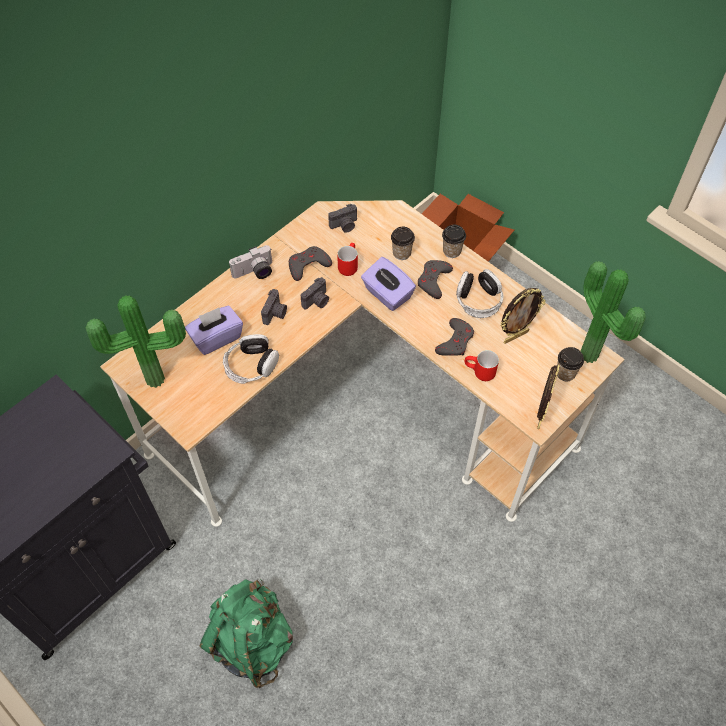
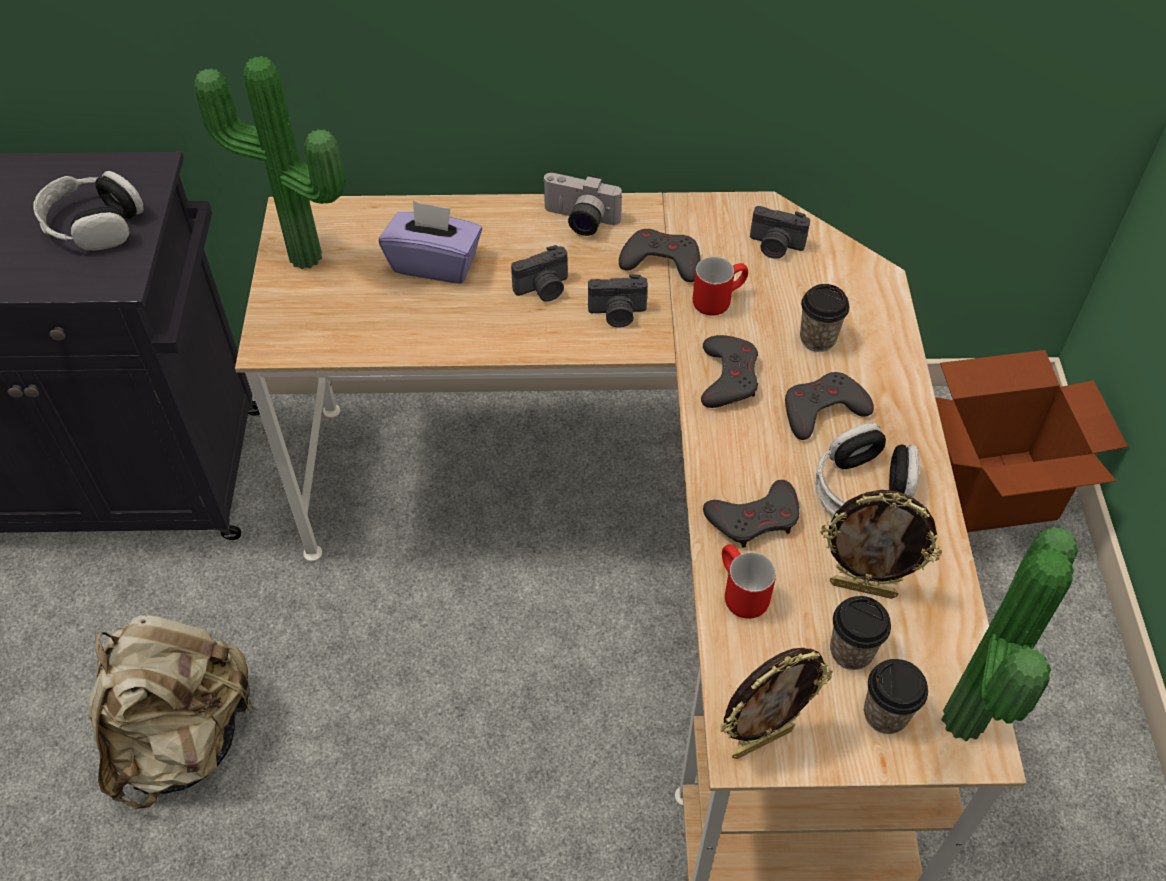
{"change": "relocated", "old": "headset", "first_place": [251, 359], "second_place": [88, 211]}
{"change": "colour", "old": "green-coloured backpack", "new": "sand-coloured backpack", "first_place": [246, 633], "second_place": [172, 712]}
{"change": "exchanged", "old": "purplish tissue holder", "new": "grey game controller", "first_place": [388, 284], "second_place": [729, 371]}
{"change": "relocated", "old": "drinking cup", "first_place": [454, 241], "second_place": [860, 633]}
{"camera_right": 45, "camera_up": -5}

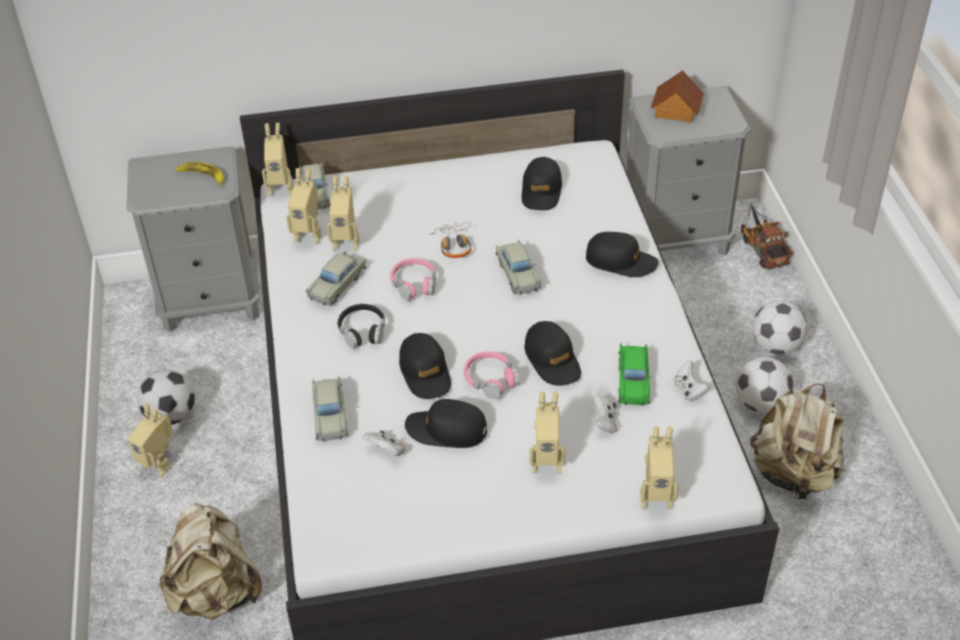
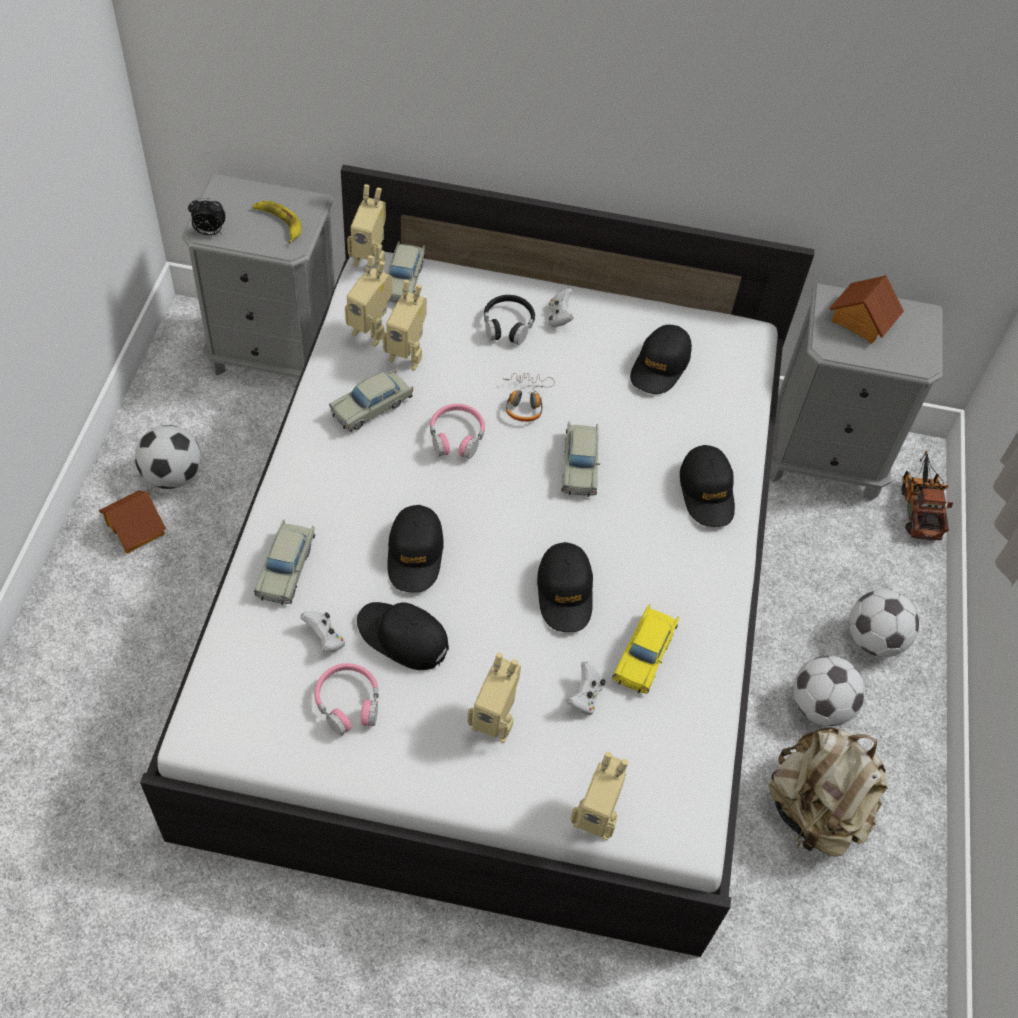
{"change": "exchanged", "old": "robot figure", "new": "model house", "first_place": [150, 440], "second_place": [132, 522]}
{"change": "appeared", "new": "bedside clock", "second_place": [207, 216]}
{"change": "relocated", "old": "pink-coloured headset", "first_place": [492, 375], "second_place": [346, 699]}
{"change": "relocated", "old": "black-coloured headset", "first_place": [361, 326], "second_place": [509, 320]}
{"change": "relocated", "old": "white game controller", "first_place": [692, 381], "second_place": [560, 307]}
{"change": "colour", "old": "green-coloured model car", "new": "yellow-coloured model car", "first_place": [634, 374], "second_place": [645, 649]}
{"change": "spun", "old": "black-coloured baseball cap", "first_place": [622, 254], "second_place": [707, 486], "degrees": 45}
{"change": "missing", "old": "sand-coloured backpack", "first_place": [211, 561]}
{"camera_right": 15, "camera_up": 10}

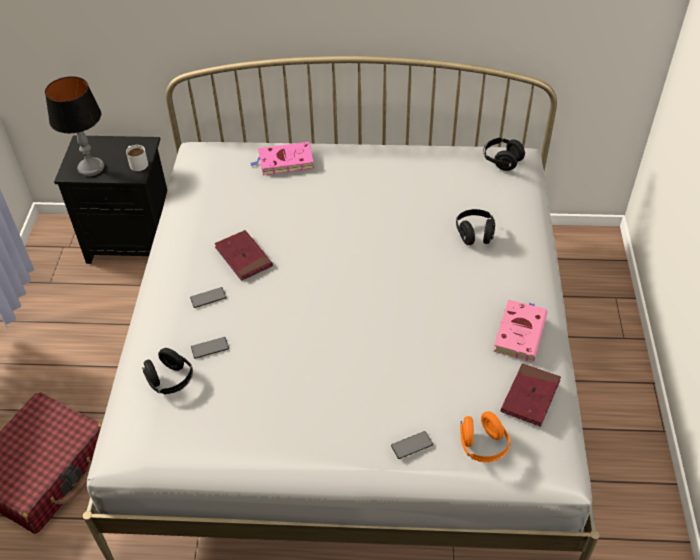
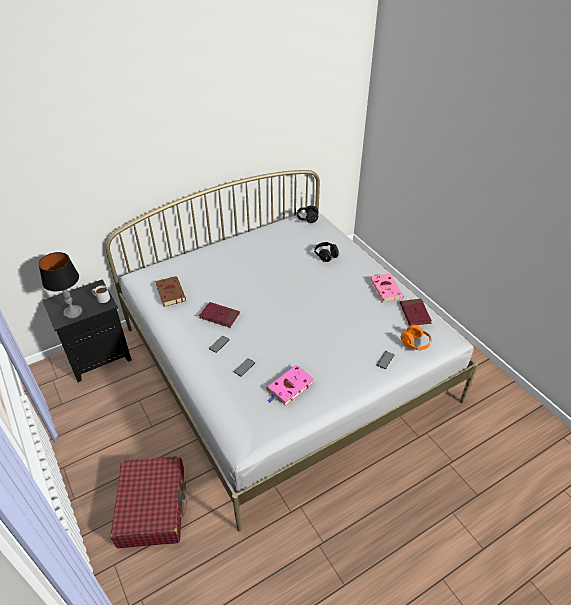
{"change": "appeared", "new": "brown volume", "second_place": [170, 291]}
{"change": "relocated", "old": "pink-coloured volume", "first_place": [282, 158], "second_place": [290, 385]}
{"change": "missing", "old": "black-coloured headset", "first_place": [167, 371]}
{"camera_right": -35, "camera_up": -5}

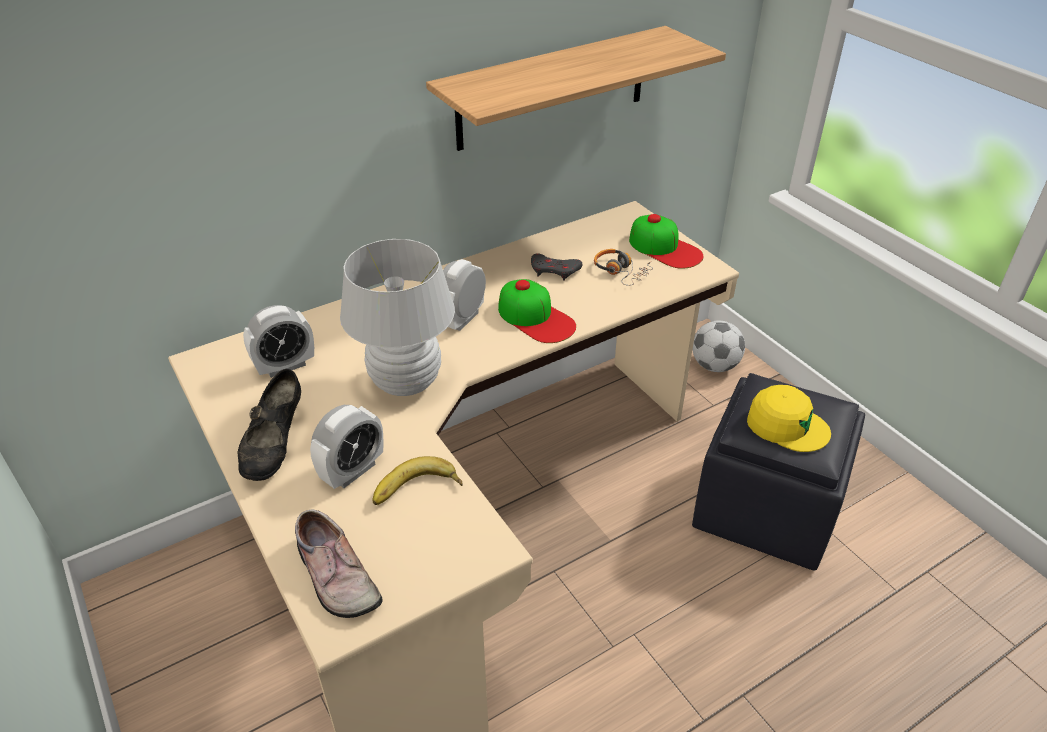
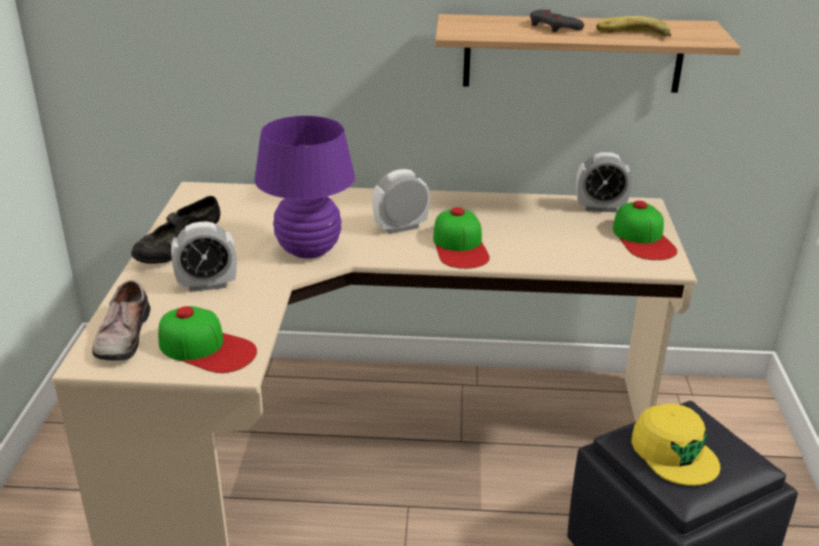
{"change": "appeared", "new": "baseball cap", "second_place": [207, 339]}
{"change": "colour", "old": "white lamp for a table", "new": "purplish lamp for a table", "first_place": [397, 317], "second_place": [304, 187]}
{"change": "relocated", "old": "grey game controller", "first_place": [556, 267], "second_place": [557, 20]}
{"change": "relocated", "old": "bedside clock", "first_place": [278, 341], "second_place": [604, 182]}
{"change": "relocated", "old": "banana", "first_place": [417, 480], "second_place": [633, 26]}
{"change": "missing", "old": "headset", "first_place": [623, 267]}
{"change": "missing", "old": "ball for football", "first_place": [718, 346]}
{"camera_right": 35, "camera_up": -10}

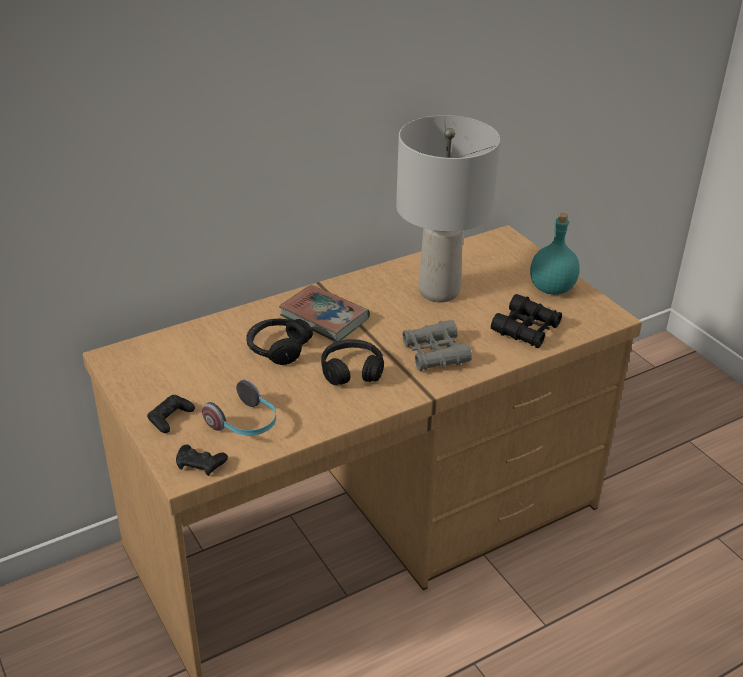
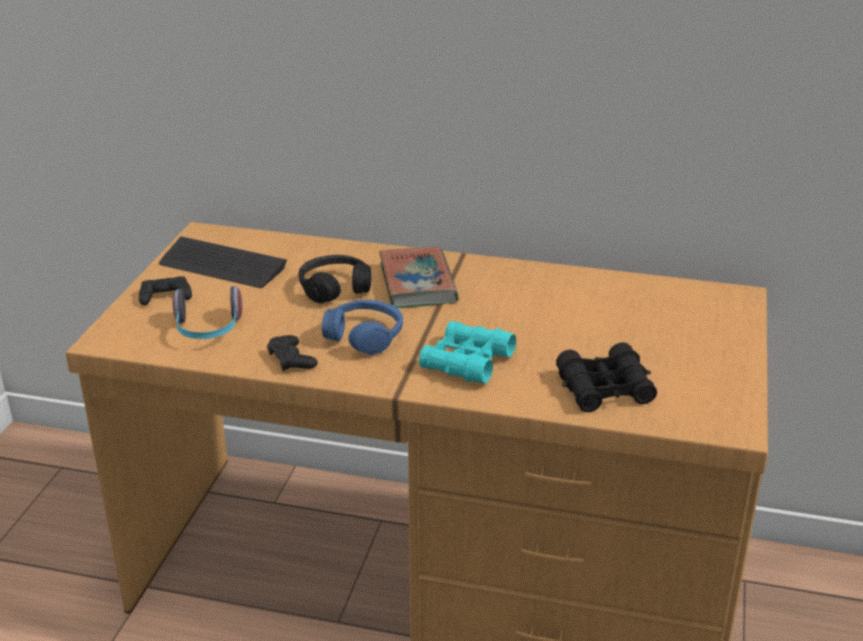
{"change": "appeared", "new": "PC keyboard", "second_place": [223, 262]}
{"change": "relocated", "old": "black-coloured game controller", "first_place": [202, 460], "second_place": [292, 353]}
{"change": "colour", "old": "black-coloured headset", "new": "blue-coloured headset", "first_place": [352, 362], "second_place": [362, 327]}
{"change": "colour", "old": "grey pair of binoculars", "new": "turquoise pair of binoculars", "first_place": [437, 345], "second_place": [467, 352]}
{"change": "missing", "old": "grey lamp for a table", "first_place": [448, 208]}
{"change": "missing", "old": "turquoise drink bottle", "first_place": [555, 254]}
{"camera_right": 45, "camera_up": -5}

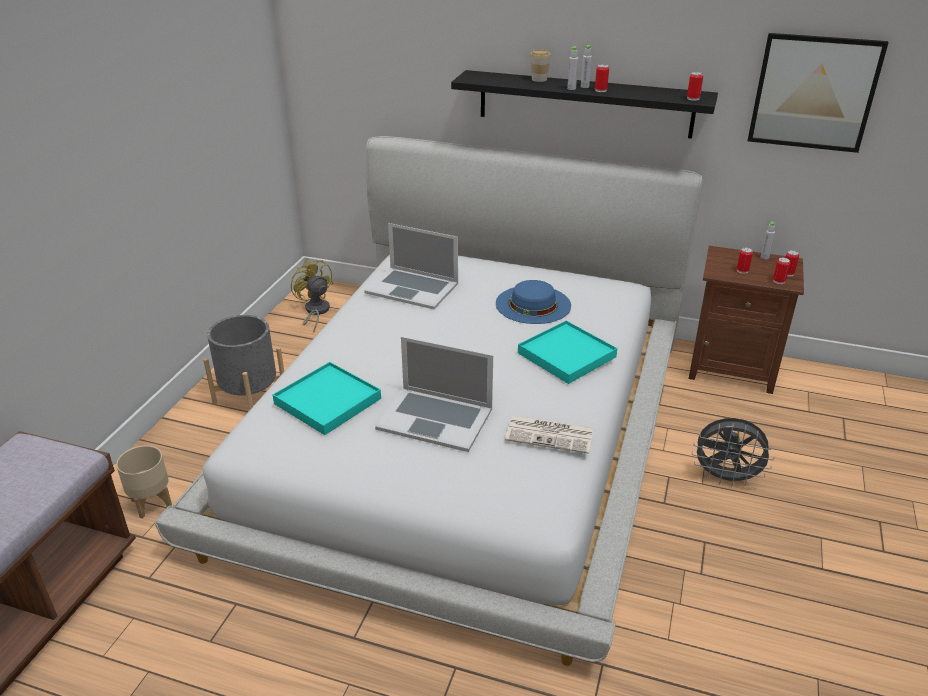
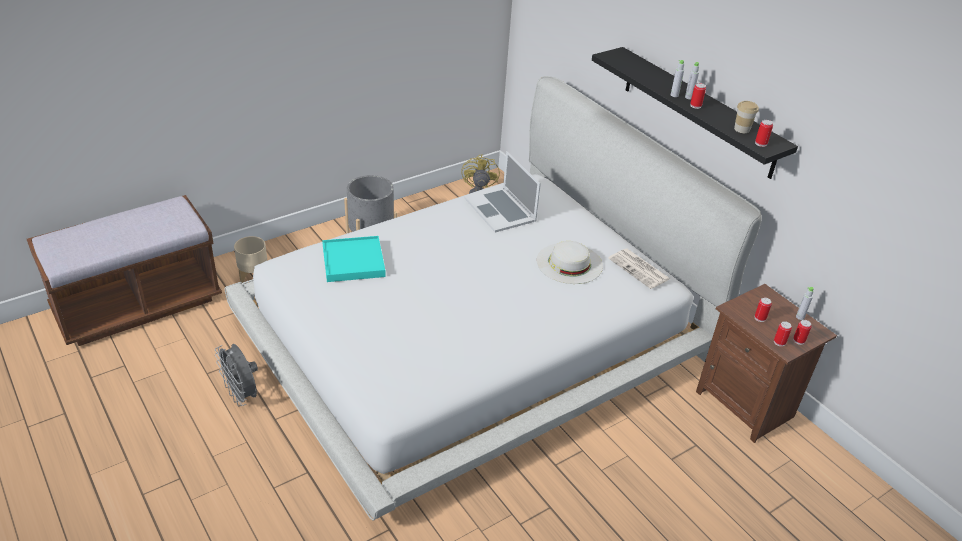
{"change": "relocated", "old": "grey electric fan", "first_place": [733, 452], "second_place": [236, 375]}
{"change": "colour", "old": "blue-coloured wearable hat", "new": "white wearable hat", "first_place": [533, 302], "second_place": [570, 262]}
{"change": "relocated", "old": "newspaper", "first_place": [549, 434], "second_place": [639, 269]}
{"change": "relocated", "old": "drinking cup", "first_place": [540, 65], "second_place": [746, 117]}
{"change": "missing", "old": "laptop", "first_place": [434, 394]}
{"change": "missing", "old": "turquoise serving tray", "first_place": [567, 352]}
{"change": "missing", "old": "wall picture", "first_place": [818, 93]}
{"camera_right": 35, "camera_up": 5}

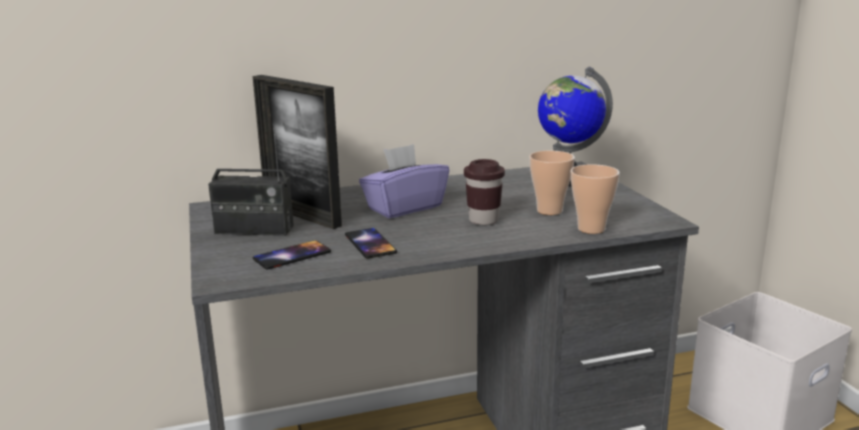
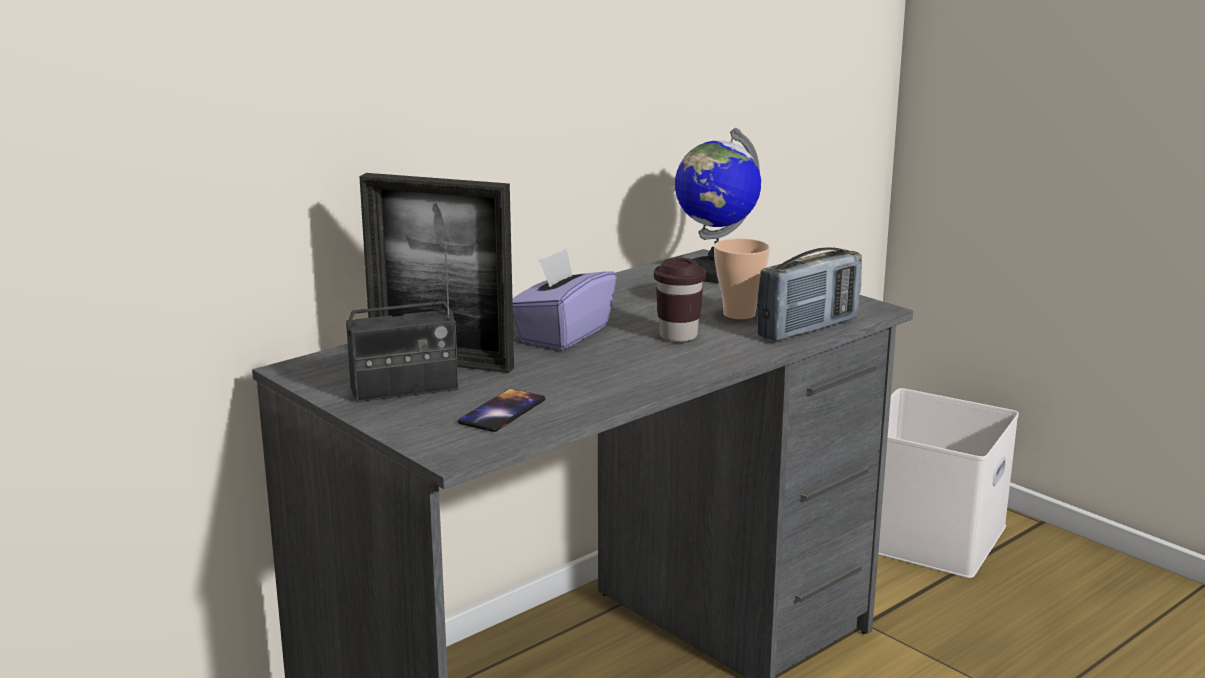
{"change": "exchanged", "old": "drinking cup", "new": "radio set", "first_place": [595, 199], "second_place": [809, 294]}
{"change": "missing", "old": "telephone", "first_place": [371, 243]}
{"camera_right": -25, "camera_up": 0}

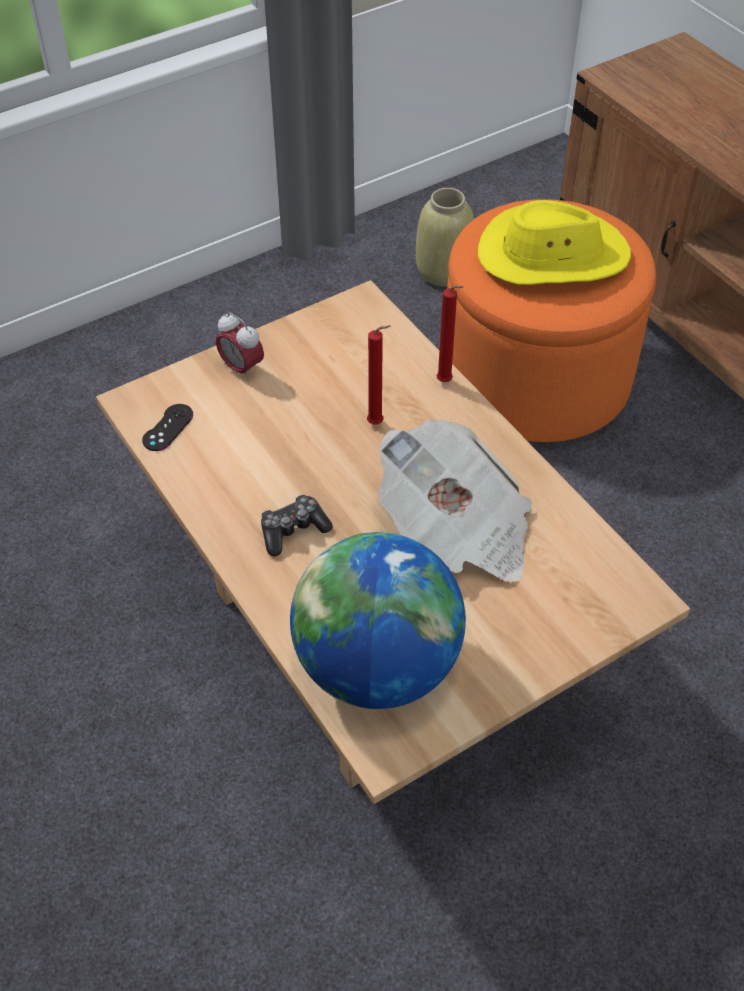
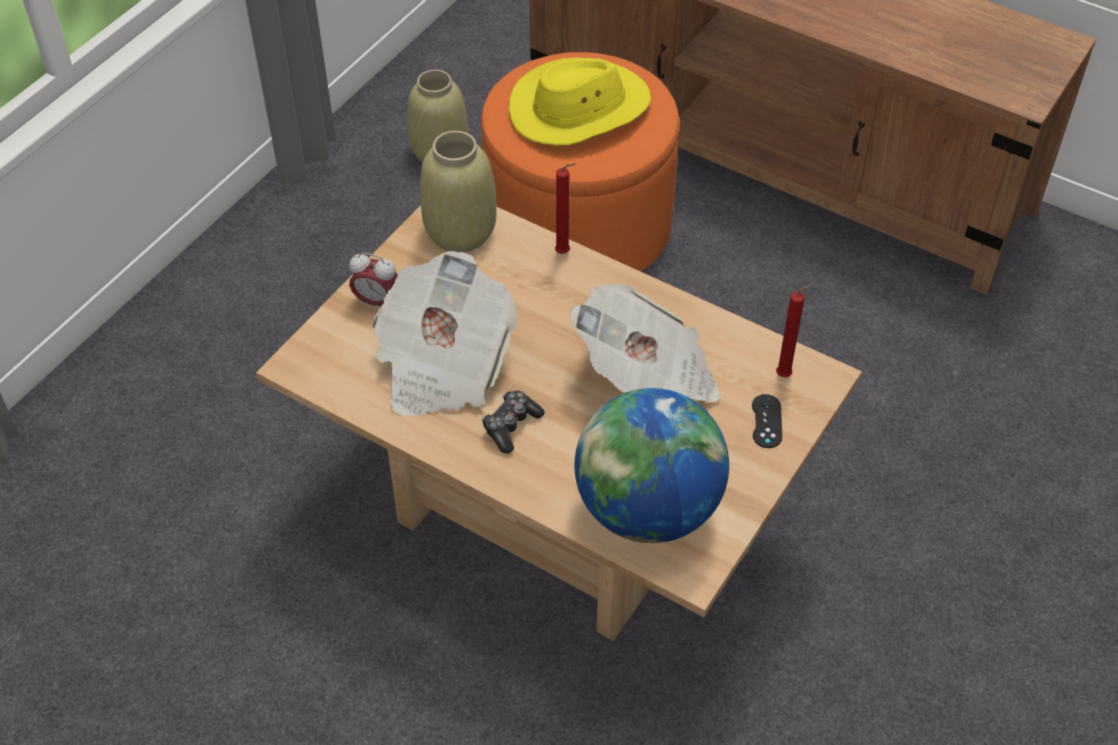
{"change": "appeared", "new": "newspaper", "second_place": [445, 333]}
{"change": "appeared", "new": "sand-coloured flower vase", "second_place": [458, 191]}
{"change": "relocated", "old": "black-coloured game controller", "first_place": [167, 427], "second_place": [767, 421]}
{"change": "relocated", "old": "red candle", "first_place": [379, 374], "second_place": [794, 330]}
{"camera_right": -25, "camera_up": 0}

